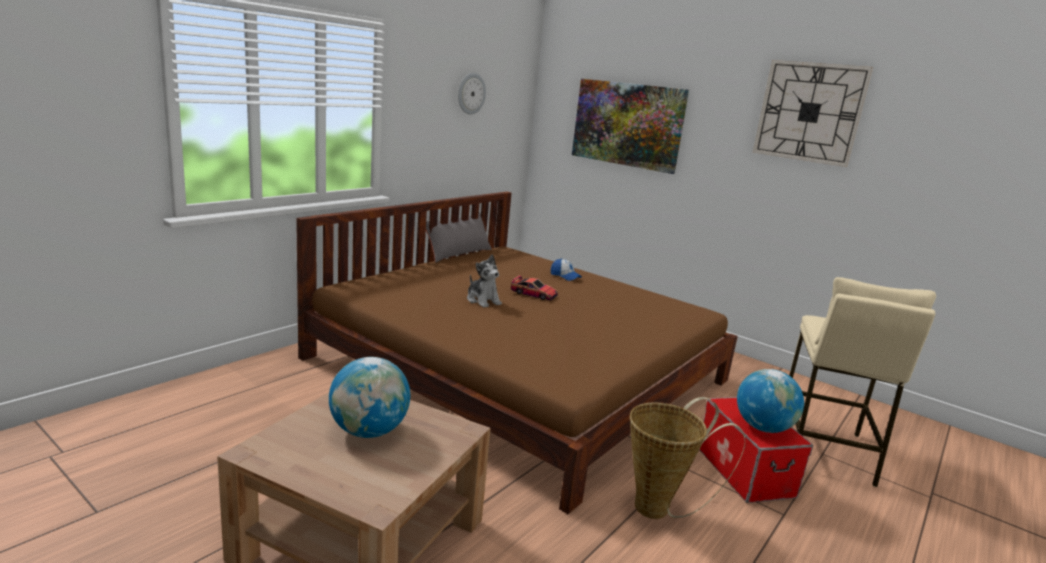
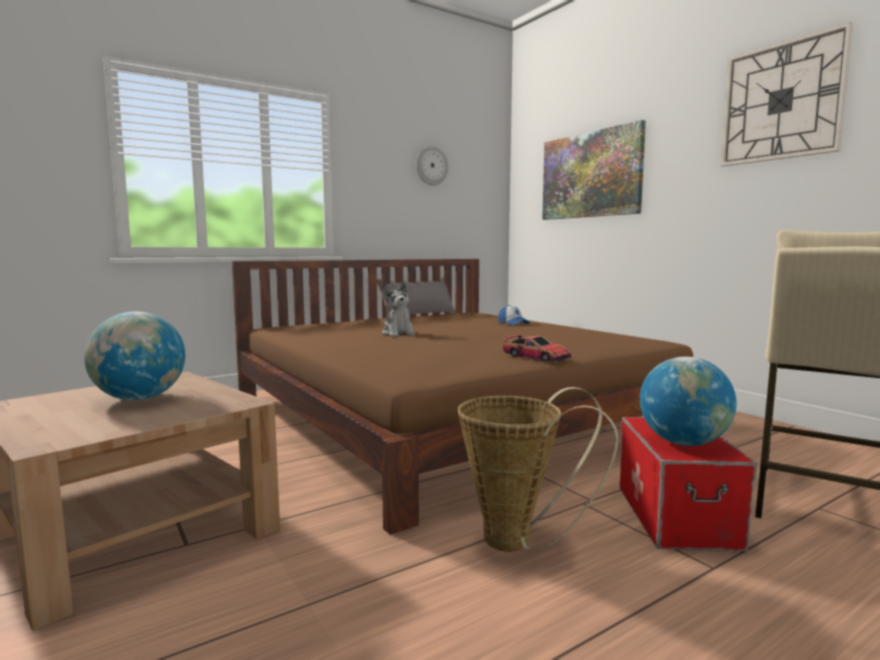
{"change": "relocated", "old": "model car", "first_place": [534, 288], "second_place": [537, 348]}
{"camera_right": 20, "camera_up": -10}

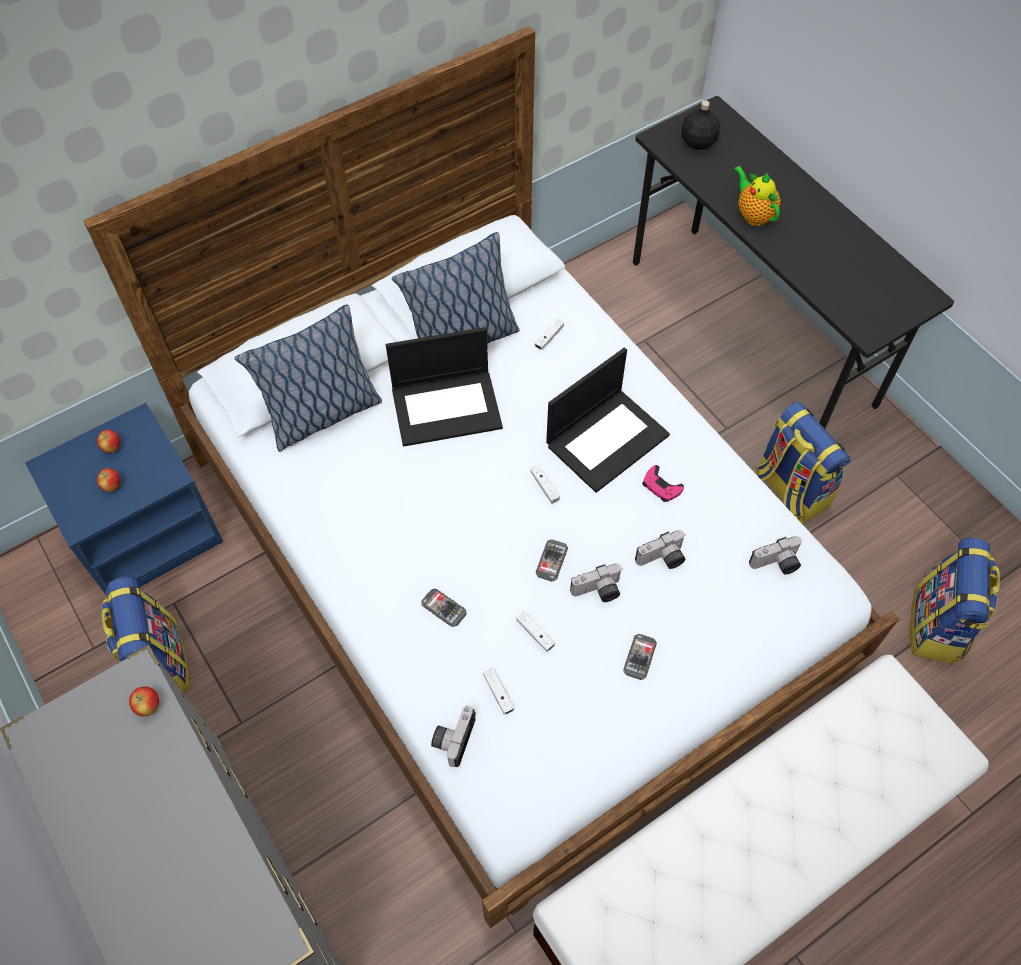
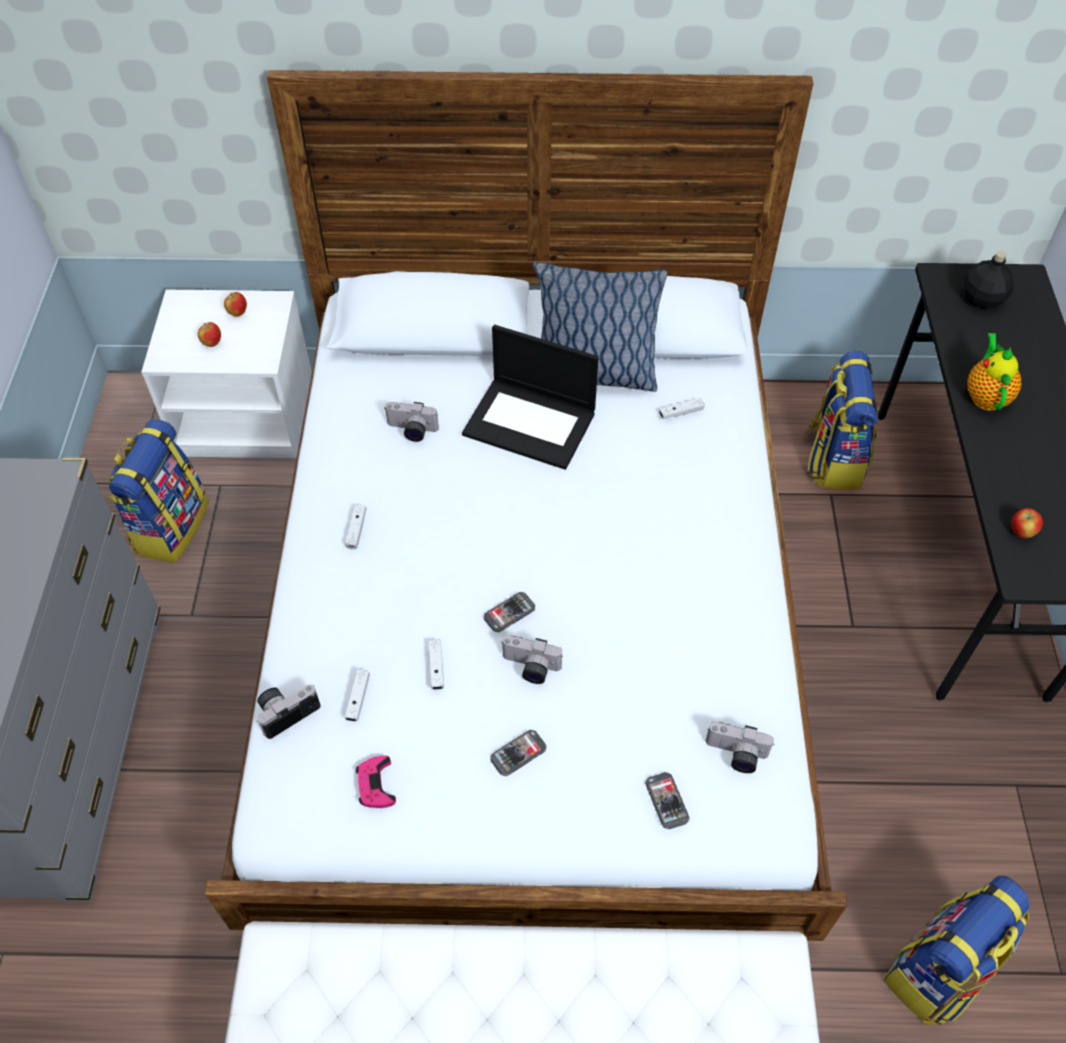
{"change": "colour", "old": "blue-coloured night table", "new": "white night table", "first_place": [124, 498], "second_place": [226, 374]}
{"change": "relocated", "old": "white game controller", "first_place": [545, 484], "second_place": [355, 527]}
{"change": "relocated", "old": "pink-coloured game controller", "first_place": [663, 483], "second_place": [376, 781]}
{"change": "relocated", "old": "photo camera", "first_place": [660, 549], "second_place": [412, 422]}
{"change": "relocated", "old": "telephone", "first_place": [443, 608], "second_place": [667, 800]}
{"change": "relocated", "old": "backpack", "first_place": [803, 462], "second_place": [841, 420]}
{"change": "relocated", "old": "apple fruit", "first_place": [144, 701], "second_place": [1027, 523]}
{"change": "missing", "old": "pillow", "first_place": [308, 378]}
{"change": "missing", "old": "laptop", "first_place": [608, 420]}
{"camera_right": 35, "camera_up": -5}

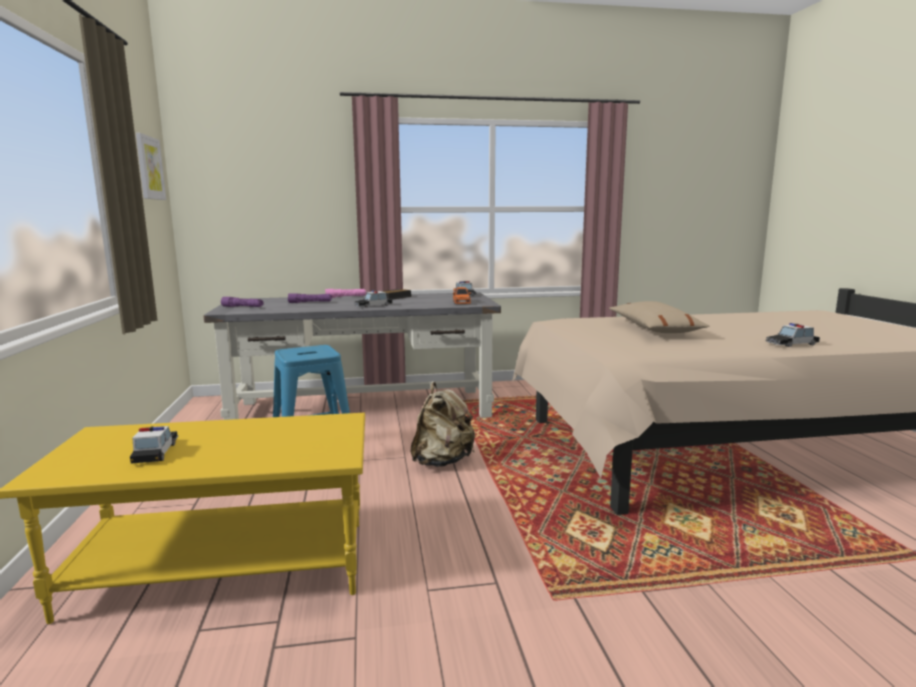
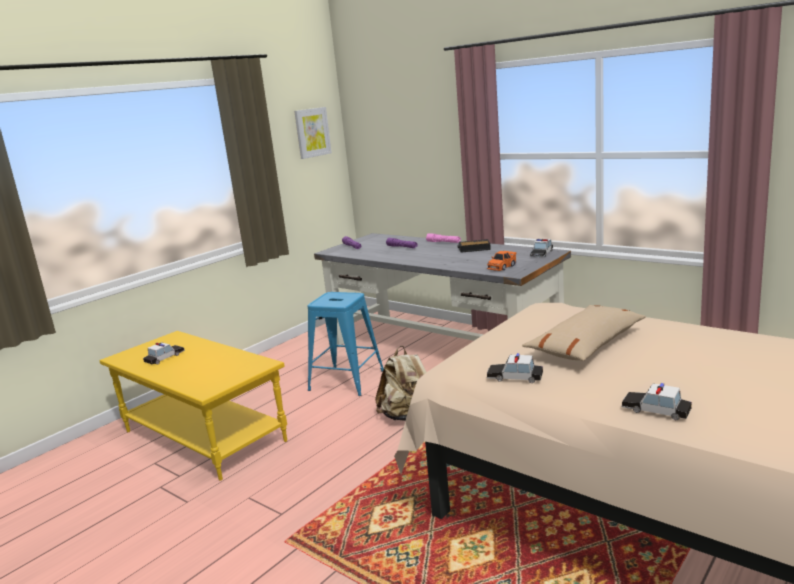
{"change": "relocated", "old": "model car", "first_place": [373, 299], "second_place": [515, 368]}
{"camera_right": 50, "camera_up": 5}

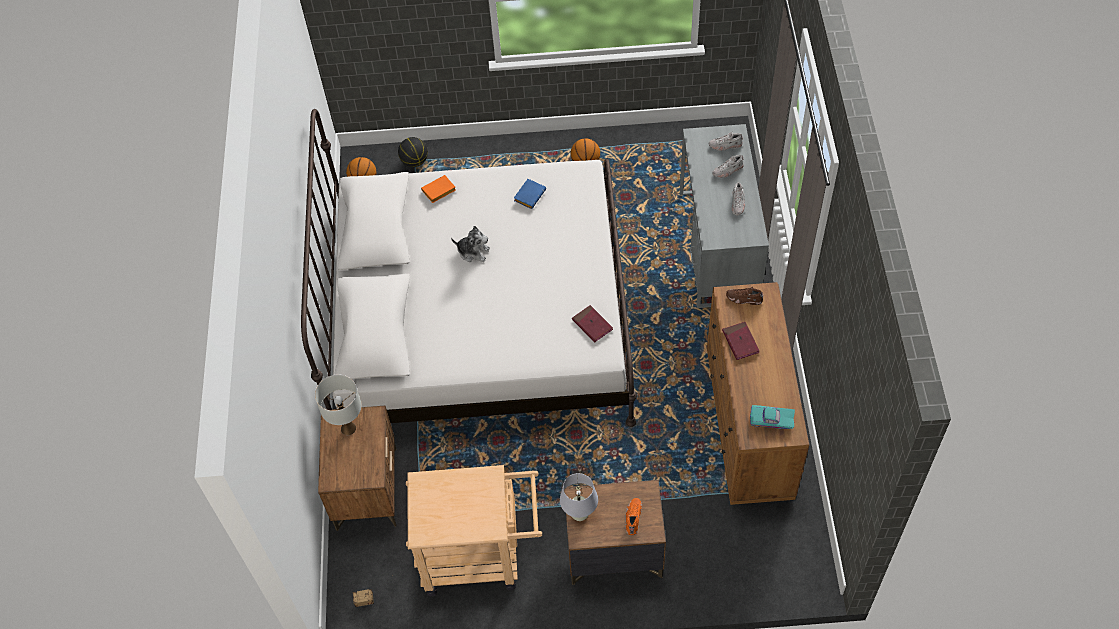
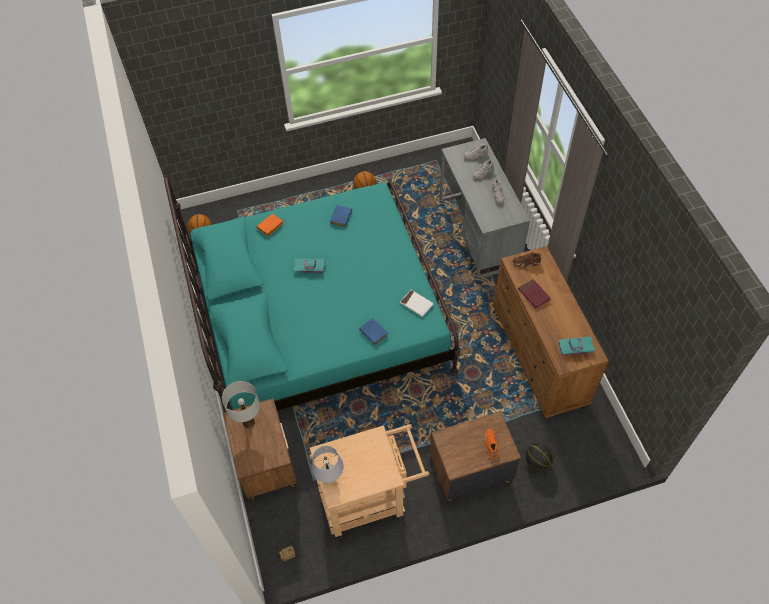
{"change": "colour", "old": "white sleeping bed", "new": "turquoise sleeping bed", "first_place": [469, 268], "second_place": [312, 294]}
{"change": "exchanged", "old": "plush toy", "new": "turquoise model car", "first_place": [470, 244], "second_place": [309, 266]}
{"change": "relocated", "old": "white lamp for a table", "first_place": [579, 497], "second_place": [327, 465]}
{"change": "appeared", "new": "blue-coloured volume", "second_place": [373, 331]}
{"change": "colour", "old": "red volume", "new": "white volume", "first_place": [592, 324], "second_place": [416, 303]}
{"change": "relocated", "old": "basketball ball", "first_place": [413, 152], "second_place": [539, 457]}
{"camera_right": -15, "camera_up": 0}

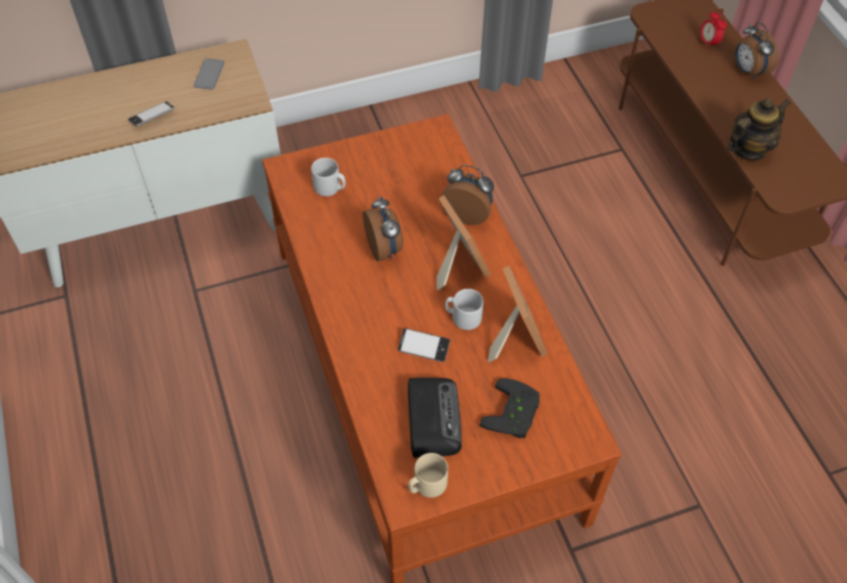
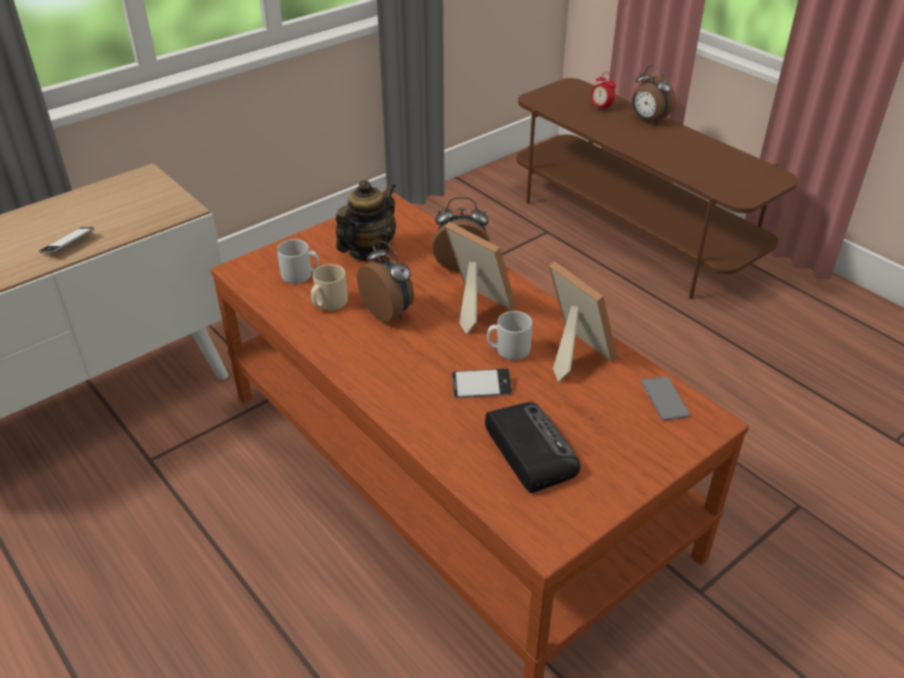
{"change": "relocated", "old": "sand-coloured tea mug", "first_place": [428, 475], "second_place": [329, 287]}
{"change": "relocated", "old": "pot for tea", "first_place": [759, 129], "second_place": [366, 220]}
{"change": "relocated", "old": "telephone", "first_place": [209, 73], "second_place": [665, 398]}
{"change": "missing", "old": "black-coloured game controller", "first_place": [510, 408]}
{"camera_right": -20, "camera_up": -15}

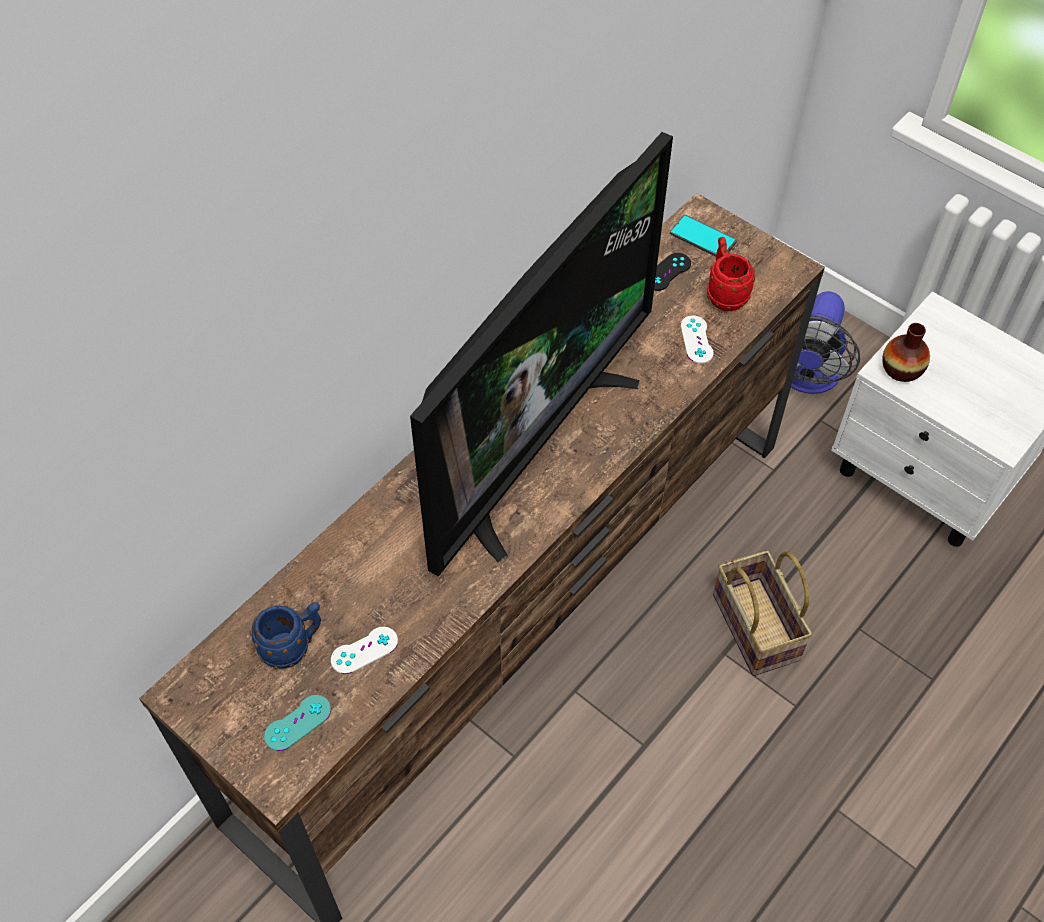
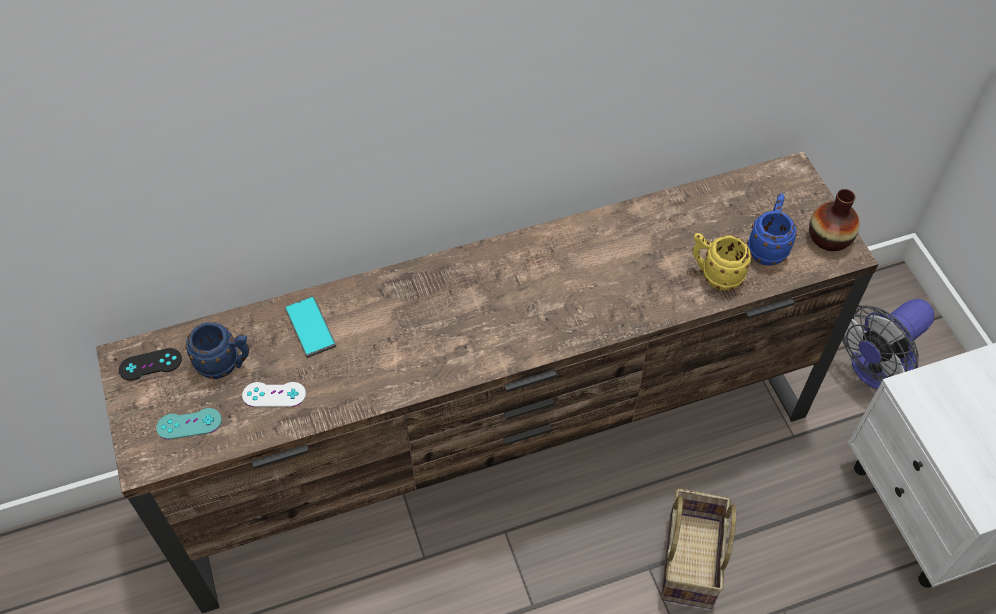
{"change": "relocated", "old": "black-coloured game controller", "first_place": [672, 272], "second_place": [150, 364]}
{"change": "relocated", "old": "telephone", "first_place": [703, 236], "second_place": [310, 327]}
{"change": "exchanged", "old": "white game controller", "new": "yellow-coloured tea mug", "first_place": [697, 339], "second_place": [722, 262]}
{"change": "colour", "old": "red tea mug", "new": "blue-coloured tea mug", "first_place": [731, 274], "second_place": [772, 229]}
{"change": "relocated", "old": "flower vase", "first_place": [906, 352], "second_place": [834, 220]}
{"change": "missing", "old": "television", "first_place": [541, 354]}
{"camera_right": 30, "camera_up": 0}

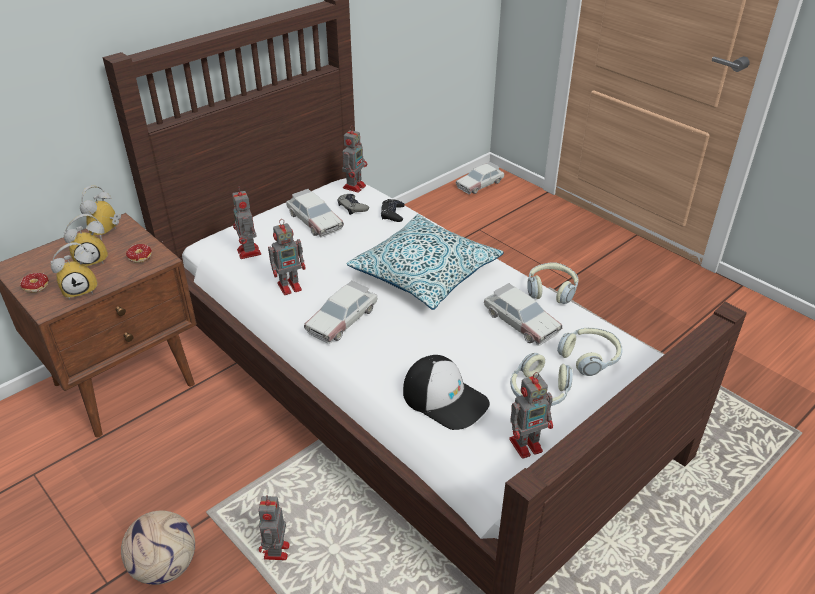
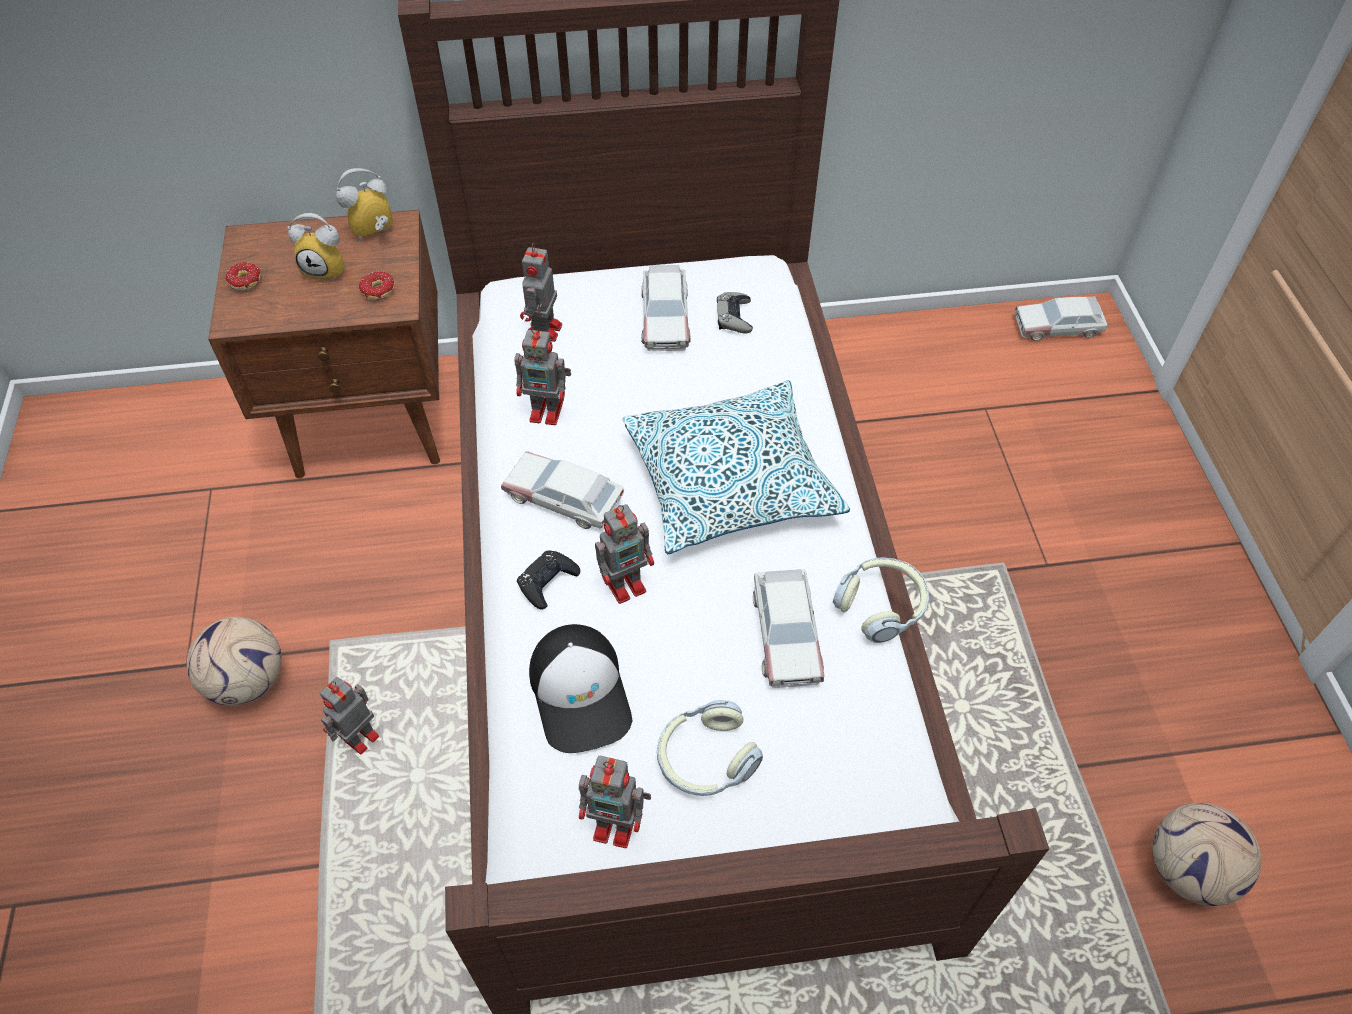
{"change": "spun", "old": "model car", "first_place": [340, 312], "second_place": [562, 490], "degrees": 45}
{"change": "relocated", "old": "black-coloured game controller", "first_place": [393, 210], "second_place": [548, 580]}
{"change": "relocated", "old": "robot figure", "first_place": [354, 159], "second_place": [624, 554]}
{"change": "appeared", "new": "ball for football", "second_place": [1206, 854]}
{"change": "missing", "old": "bedside clock", "first_place": [74, 271]}
{"change": "missing", "old": "headset", "first_place": [589, 352]}
{"camera_right": 35, "camera_up": 15}

